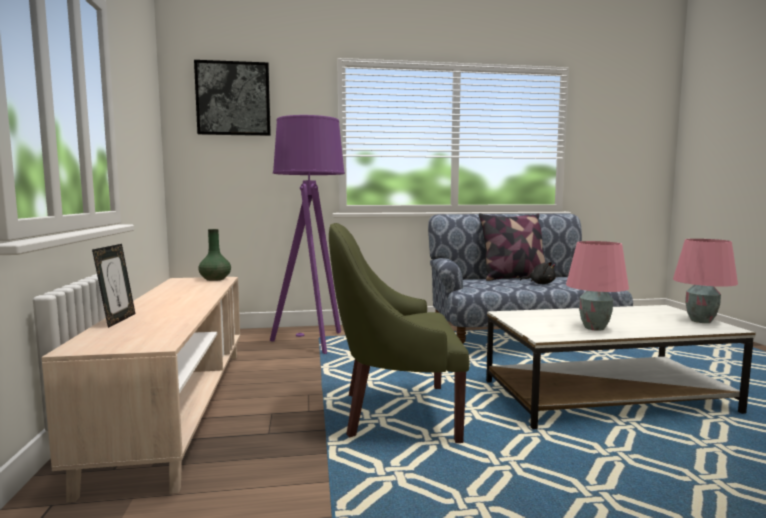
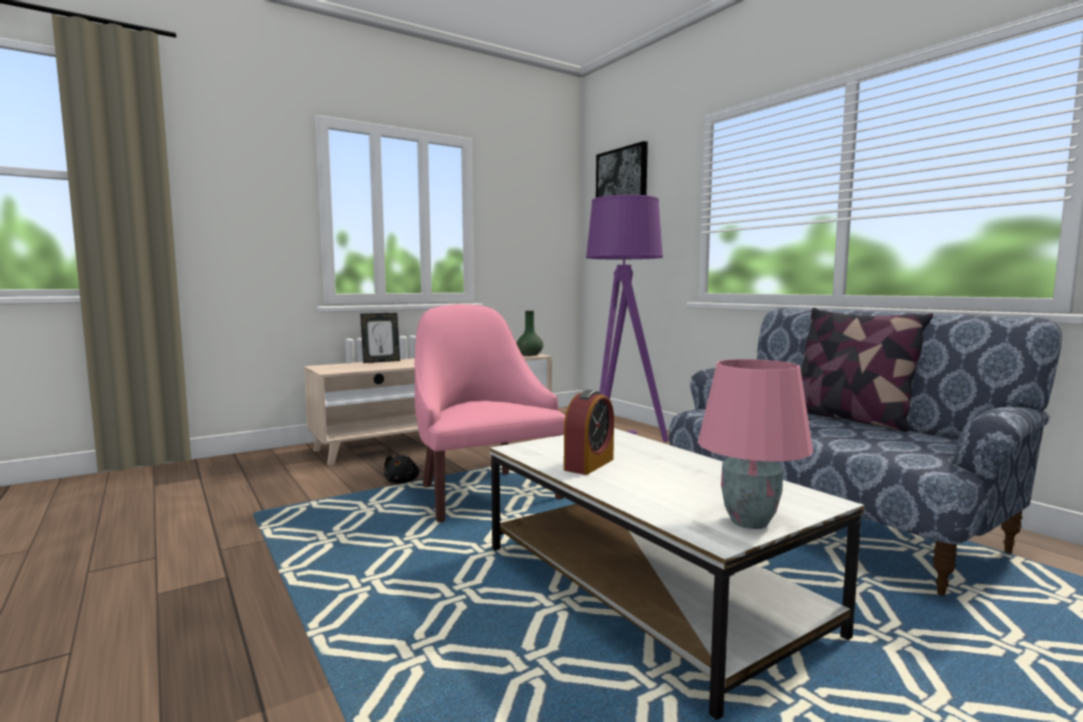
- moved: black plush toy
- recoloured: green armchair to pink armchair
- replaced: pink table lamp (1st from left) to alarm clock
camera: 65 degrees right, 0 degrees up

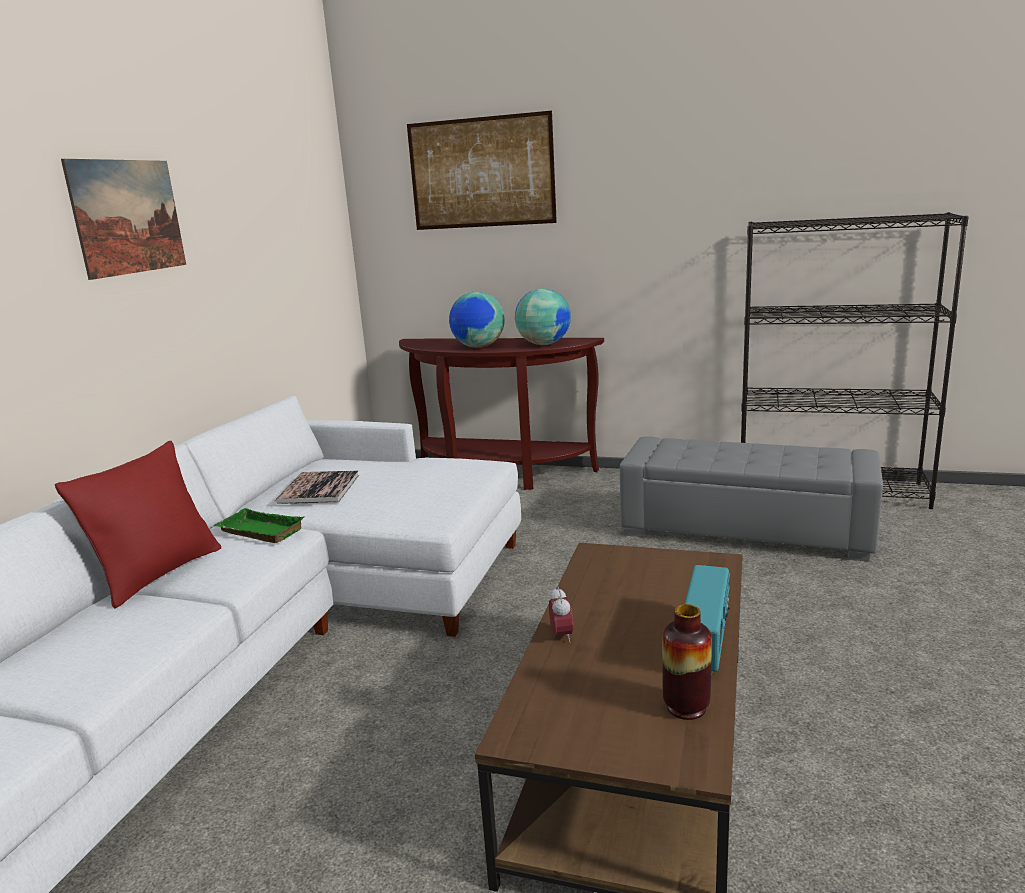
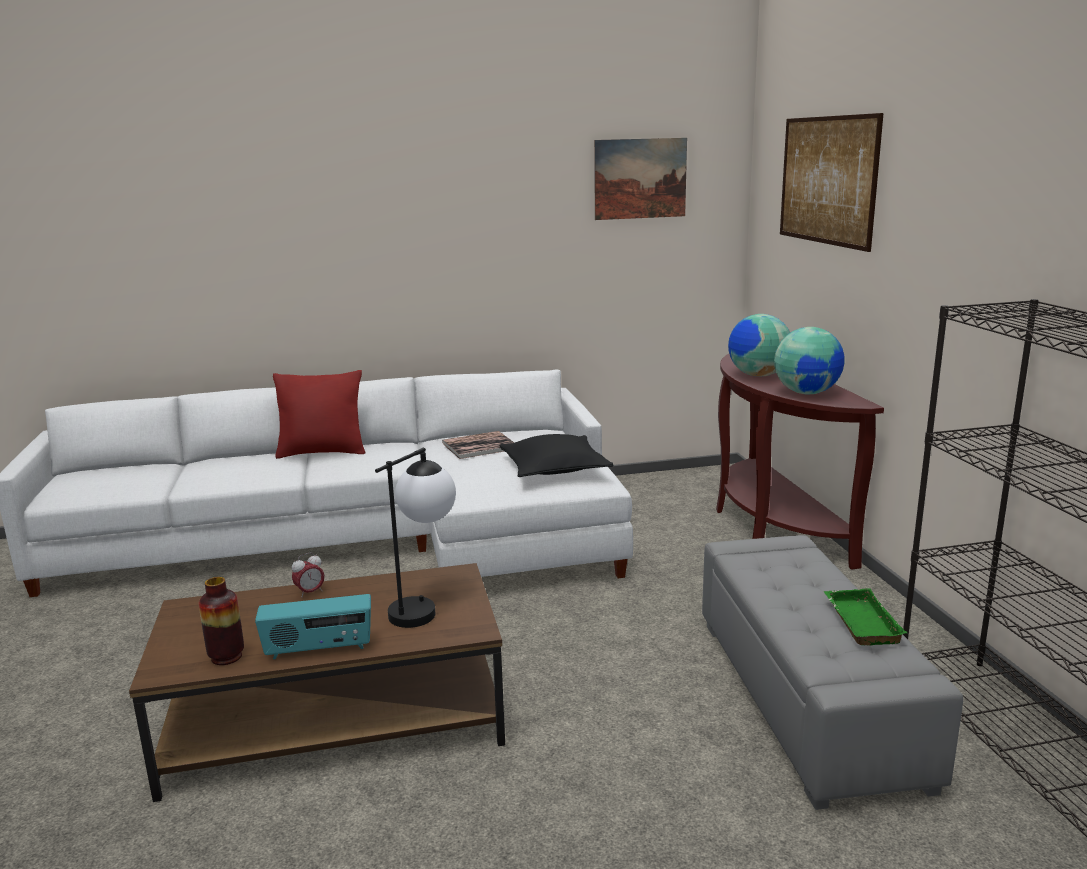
- added: table lamp
- added: black pillow
- moved: picture (1st from left)
- moved: green tray
camera: 60 degrees right, 0 degrees up

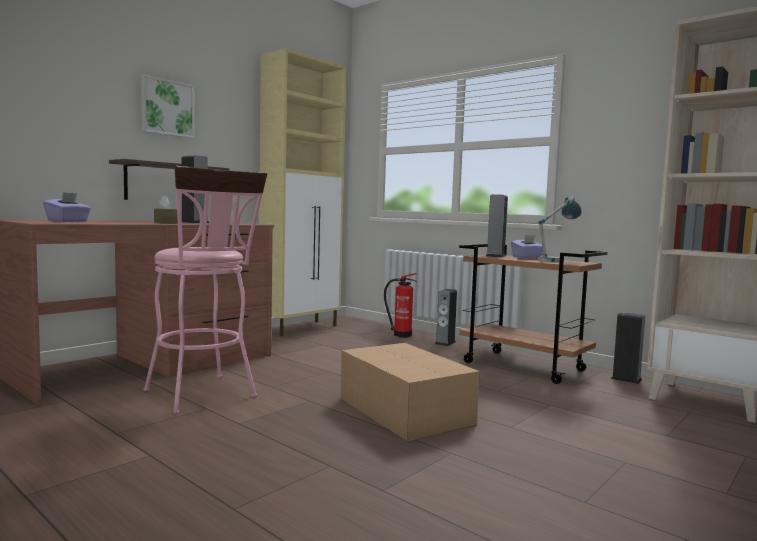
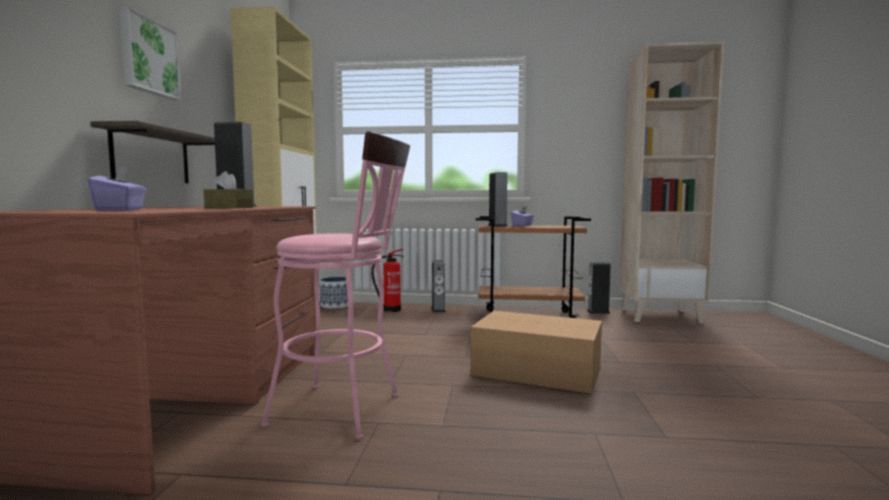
- added: planter
- removed: table lamp
camera: 35 degrees left, 0 degrees up

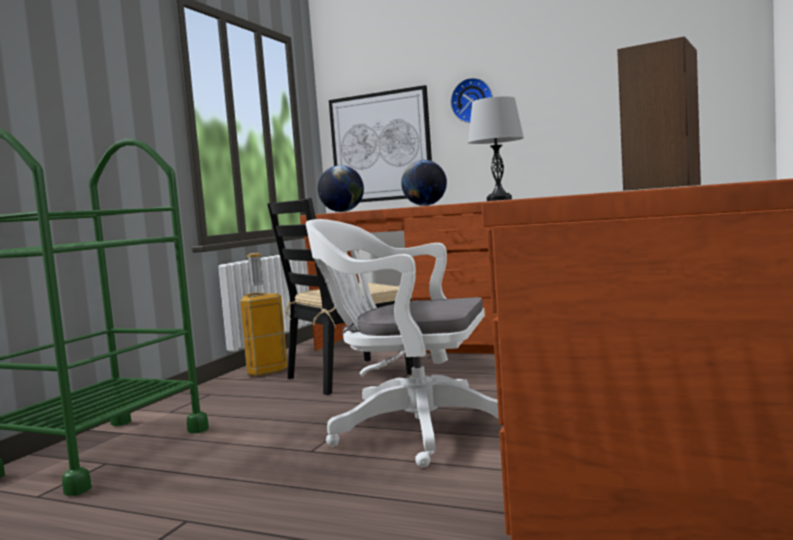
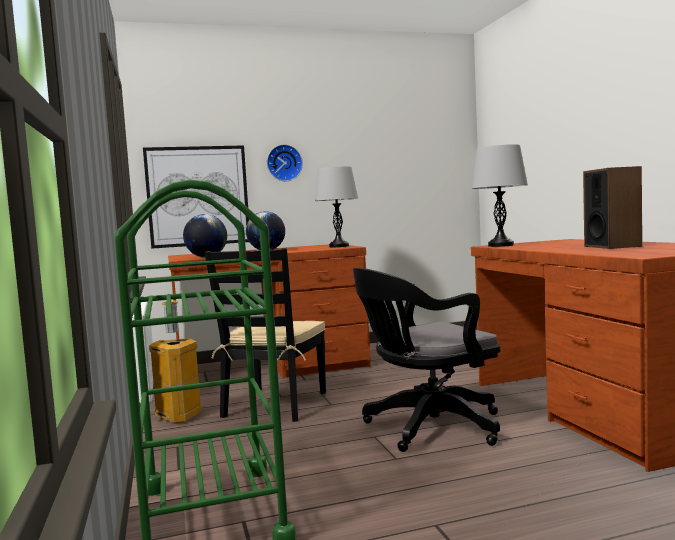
- recoloured: white office chair to black office chair
- added: grey table lamp (2nd from left)
camera: 40 degrees left, 0 degrees up

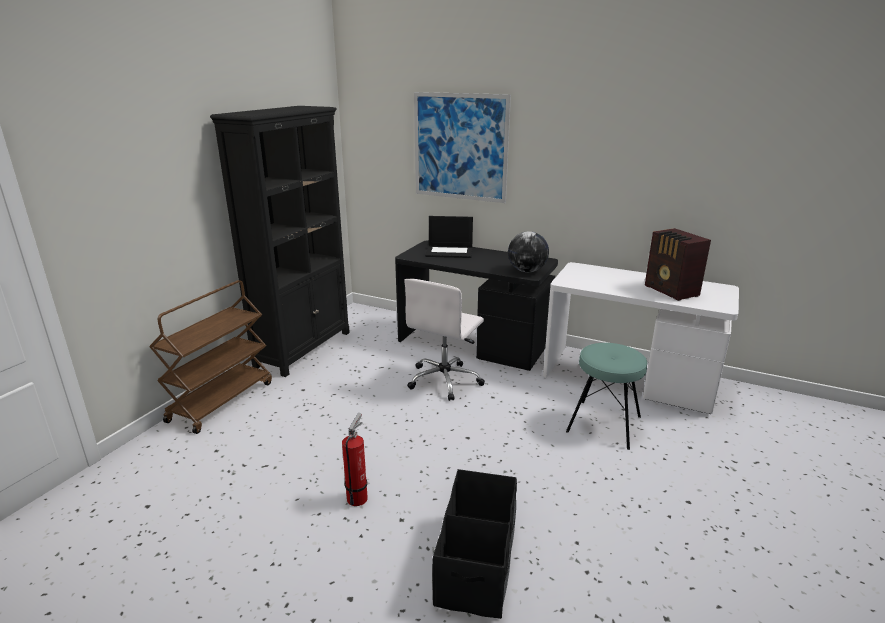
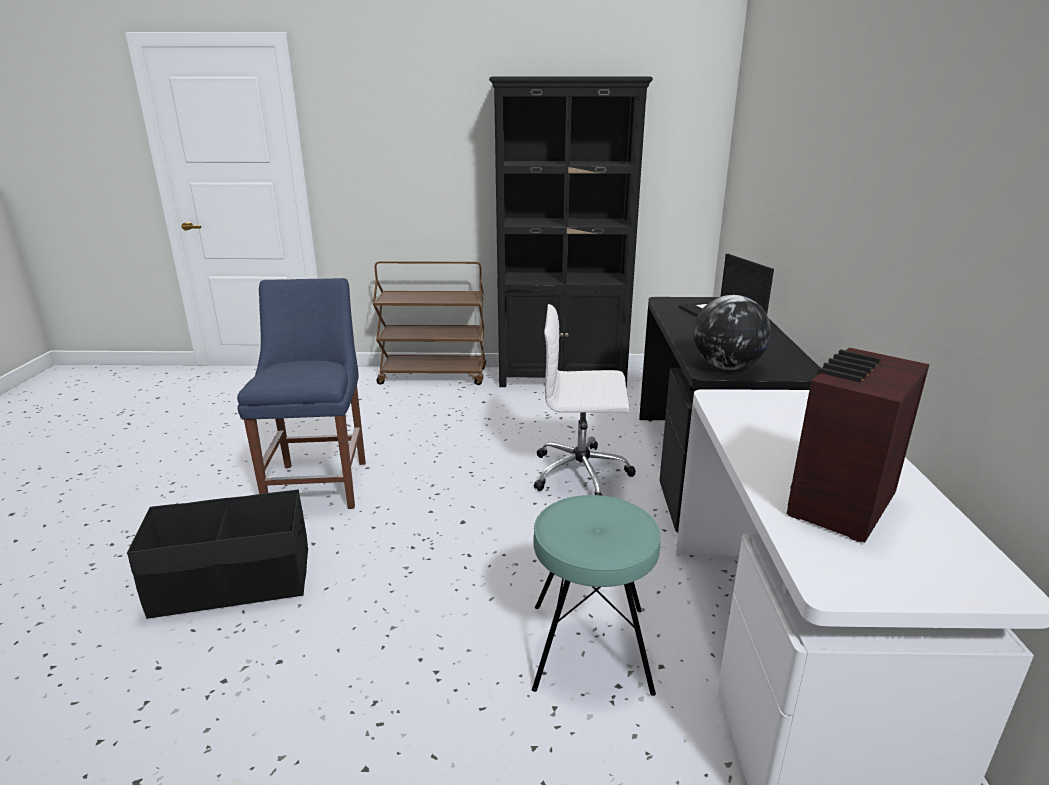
- replaced: fire extinguisher to blue chair
- removed: picture
camera: 65 degrees right, 0 degrees up

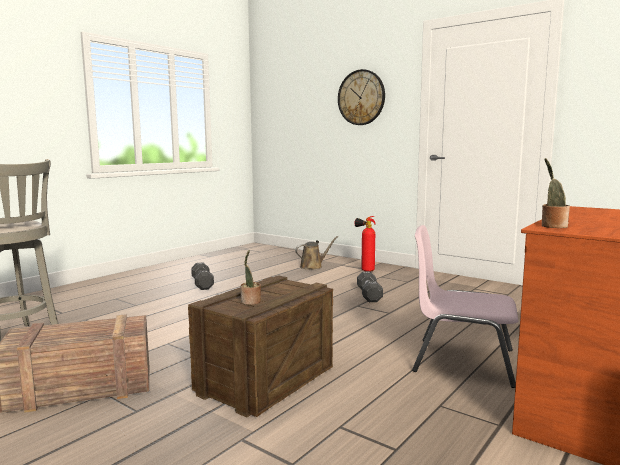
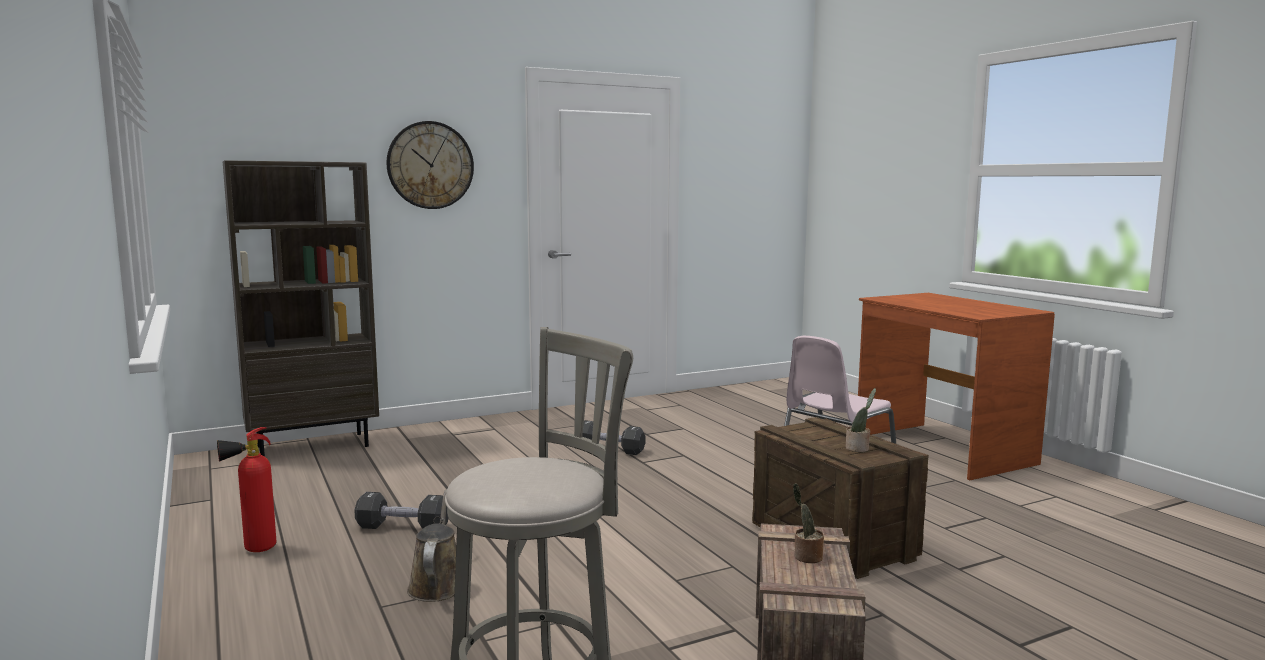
- moved: fire extinguisher
- added: brown bookcase
- moved: brown watering can
- moved: potted plant (2nd from left in the first image) to potted plant (1st from left)
camera: 65 degrees left, 0 degrees up

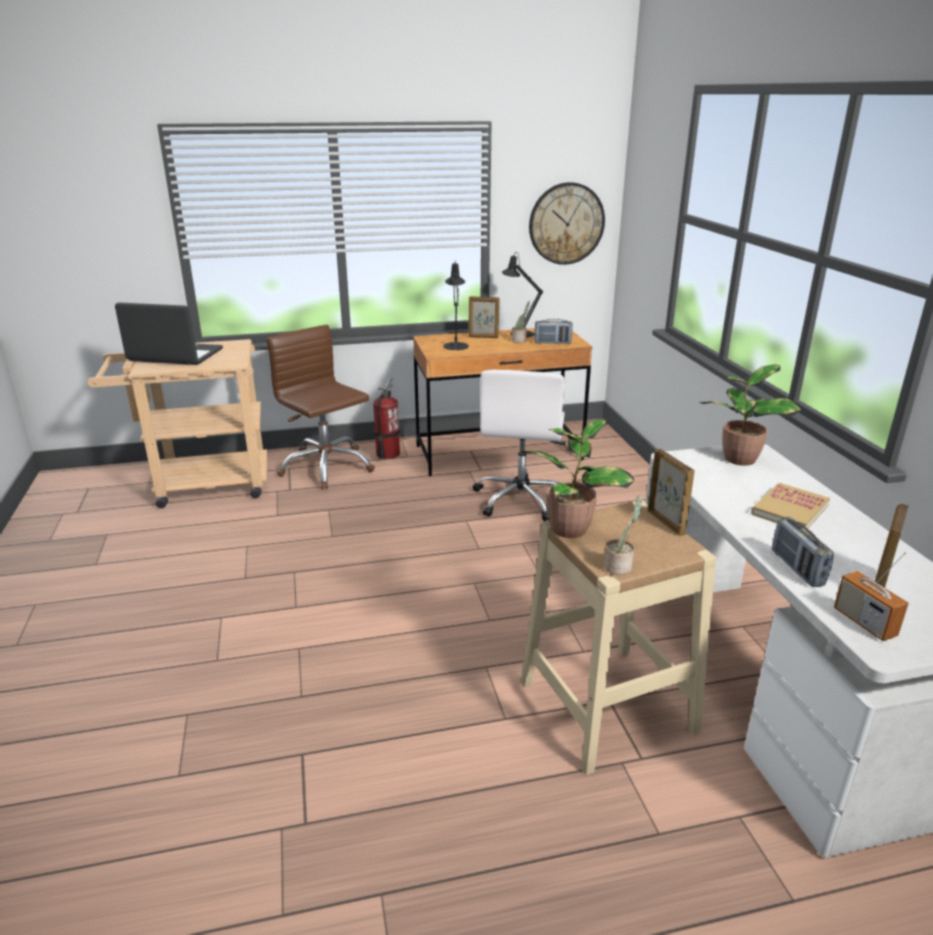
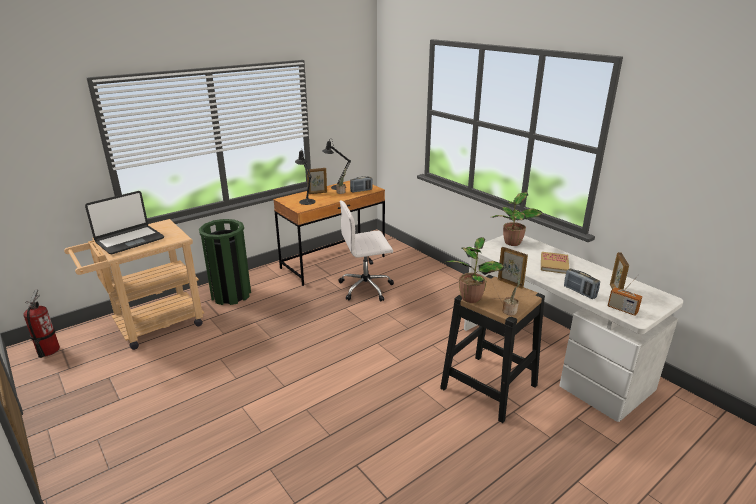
- moved: fire extinguisher
- turned: laptop 150 degrees clockwise
- replaced: brown office chair to green trash can
- turned: white office chair 90 degrees clockwise
- recoloured: beige stool to black stool
- removed: wall clock
camera: 25 degrees left, 0 degrees up

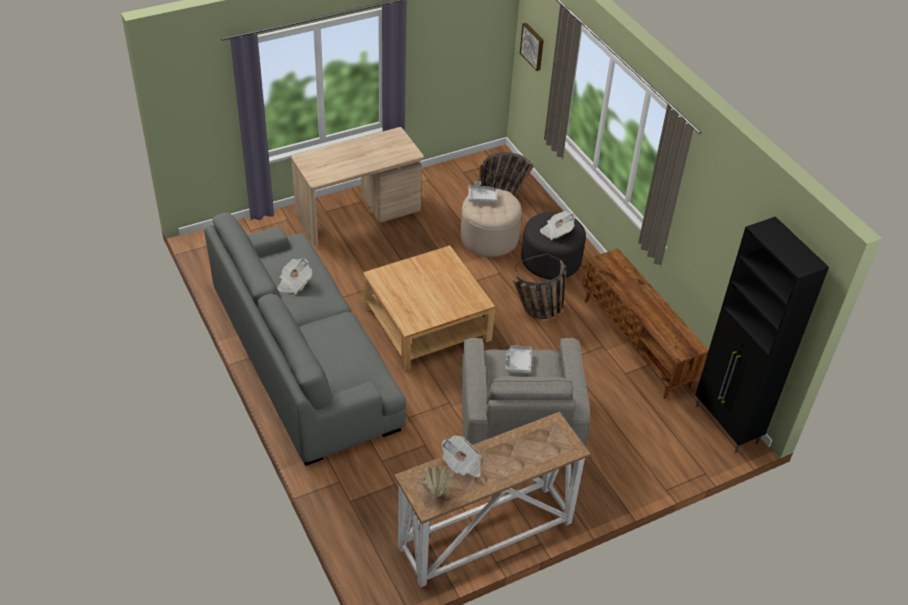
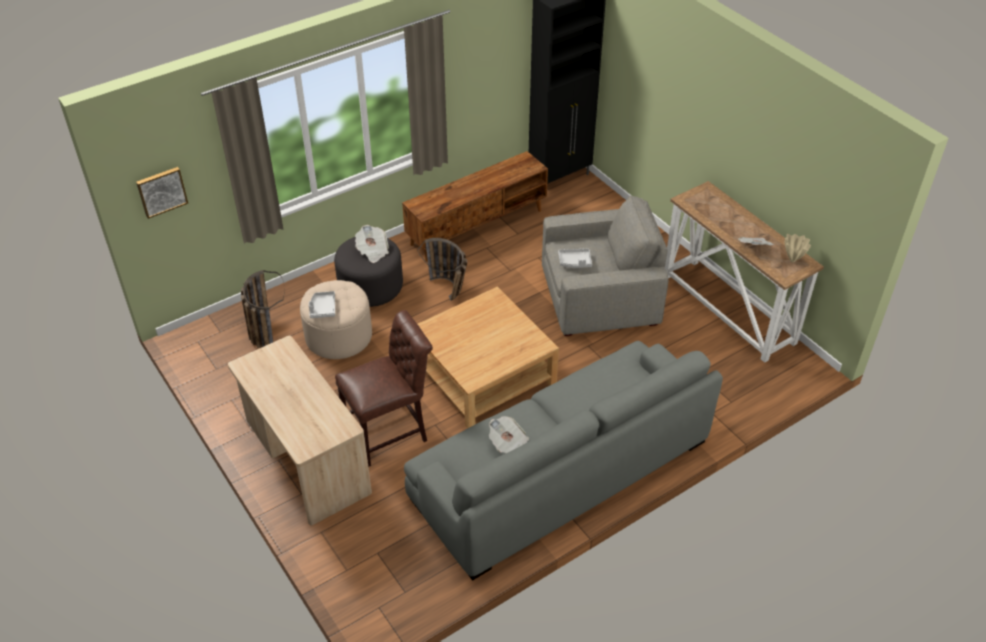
- added: brown chair
camera: 95 degrees left, 0 degrees up

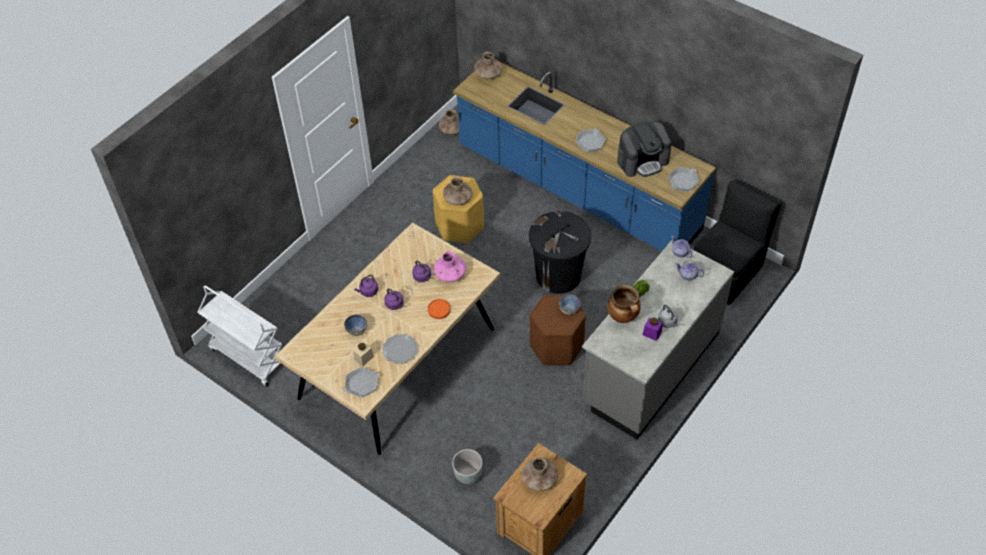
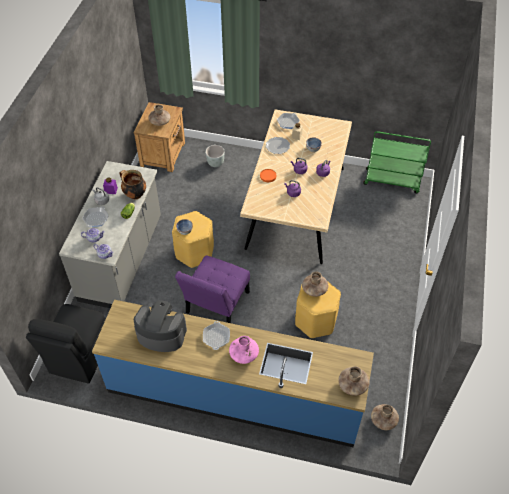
- moved: frying pan (3rd from left in the first image) to frying pan (1st from left)
- turned: coffee machine 60 degrees clockwise
- recoloured: brown stool to yellow stool (1st from left)
- replaced: black trash can to purple chair
- moved: pink vase
- recoloured: white cart to green cart
camera: 155 degrees right, 0 degrees up

